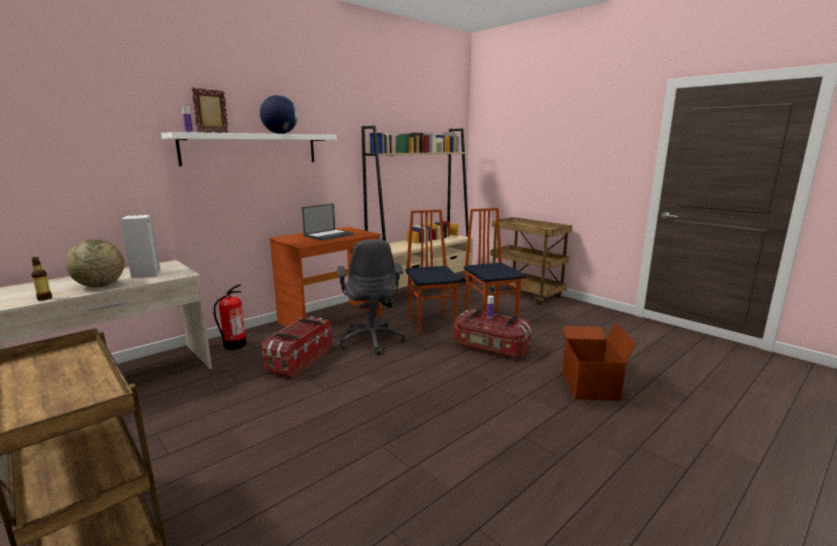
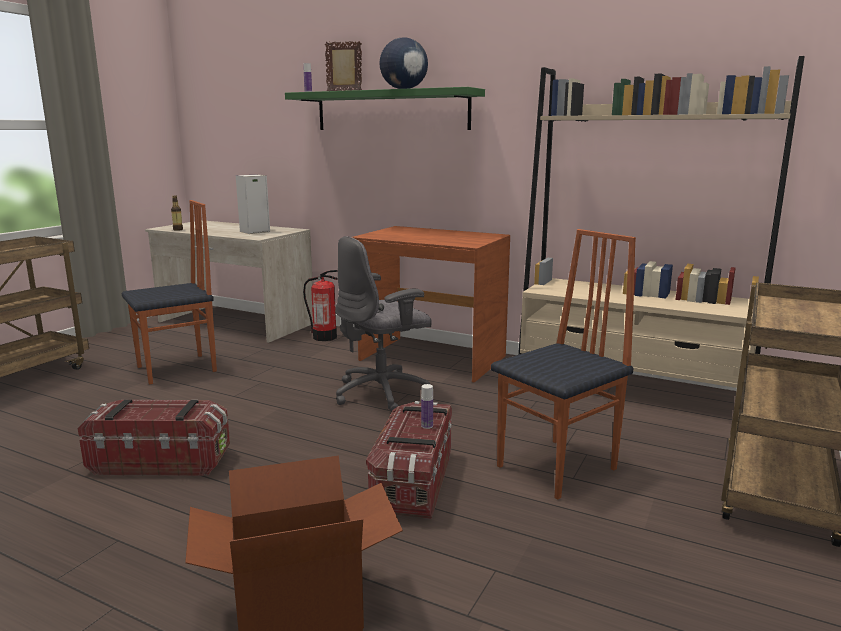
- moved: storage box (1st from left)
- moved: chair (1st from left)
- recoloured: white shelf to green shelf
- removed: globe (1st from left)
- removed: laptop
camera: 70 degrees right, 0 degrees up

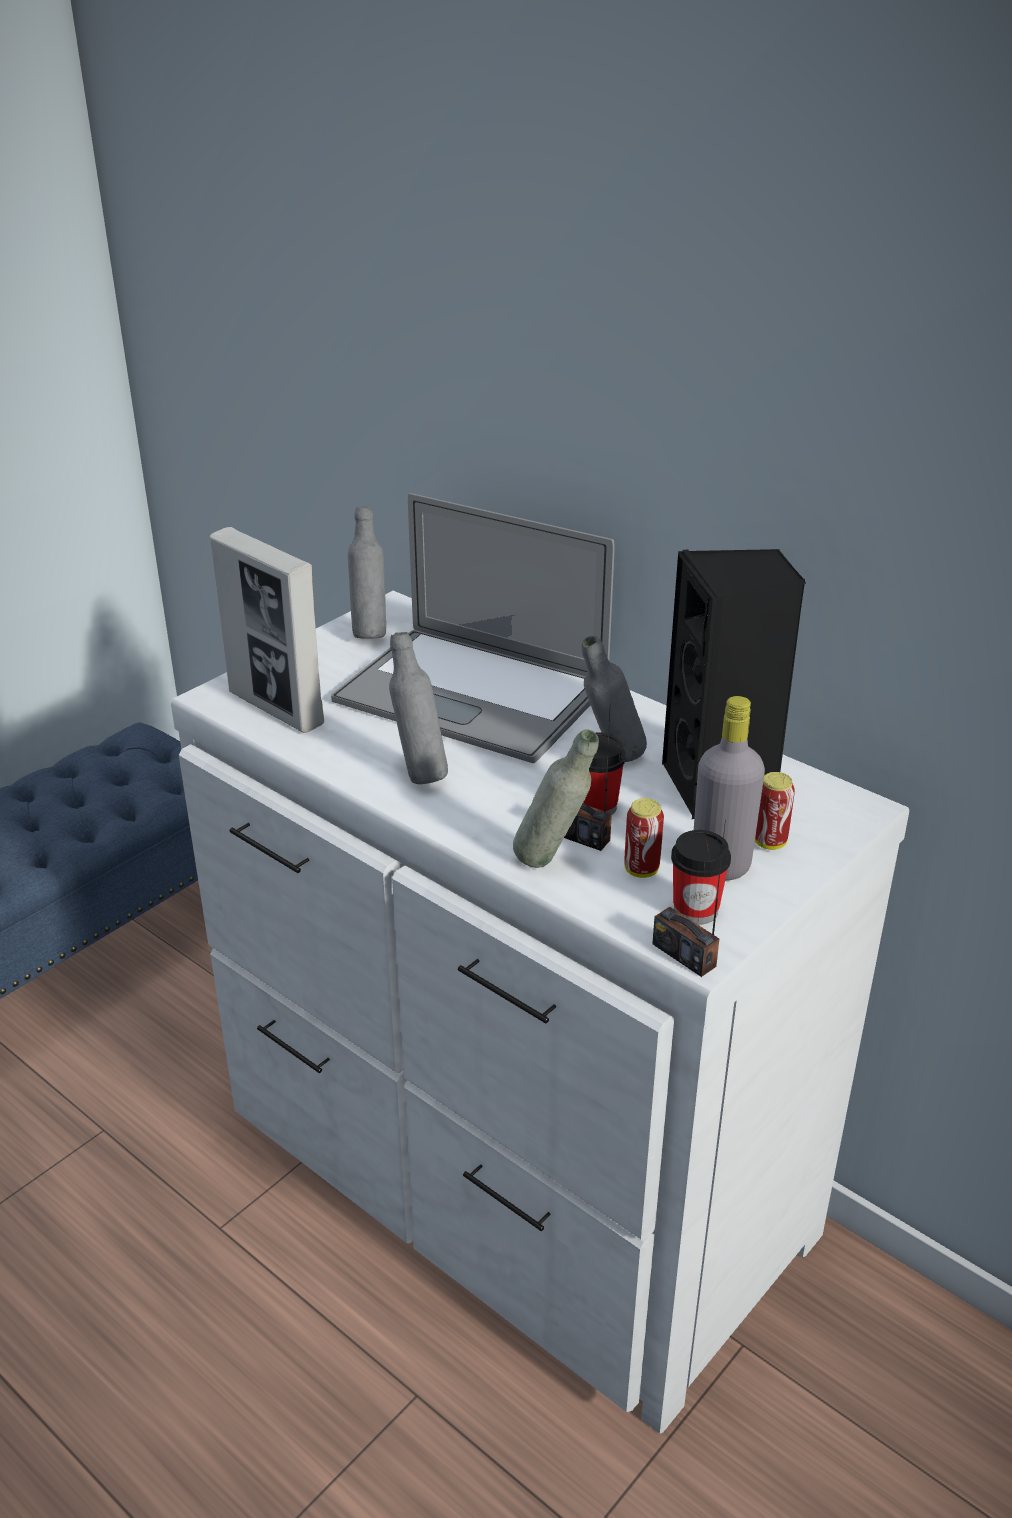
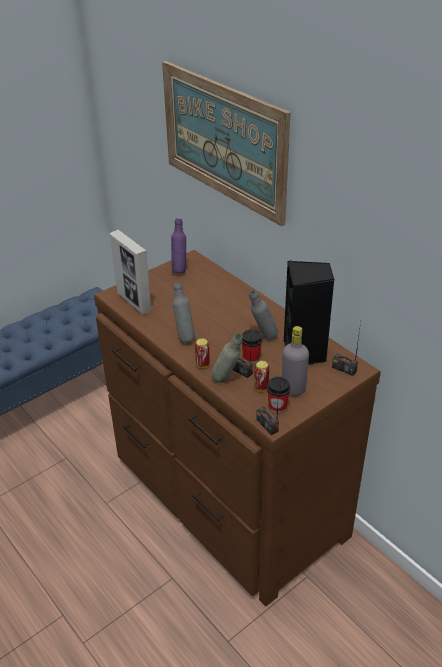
- recoloured: white dresser to brown dresser
- added: picture
- recoloured: grey bottle (1st from left) to purple bottle
- moved: can (2nd from left in the first image) to can (1st from left)
- added: radio (3rd from left)
- removed: laptop
camera: 10 degrees right, 5 degrees up

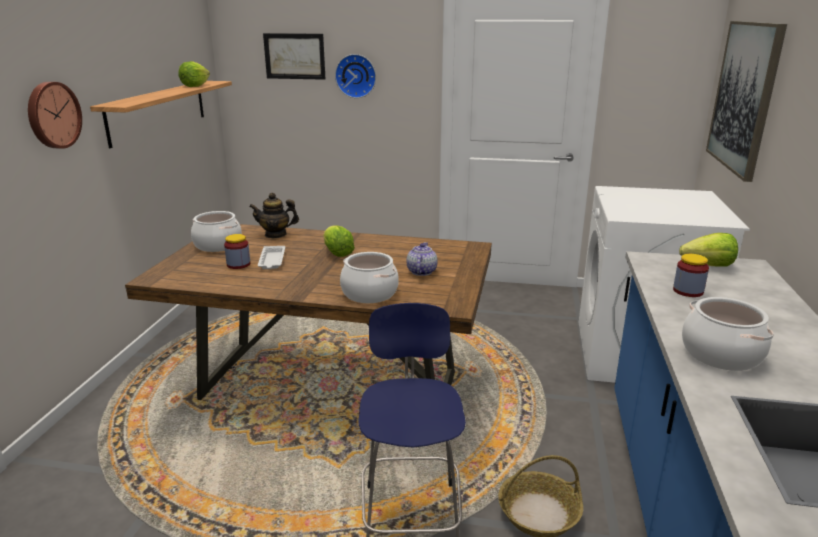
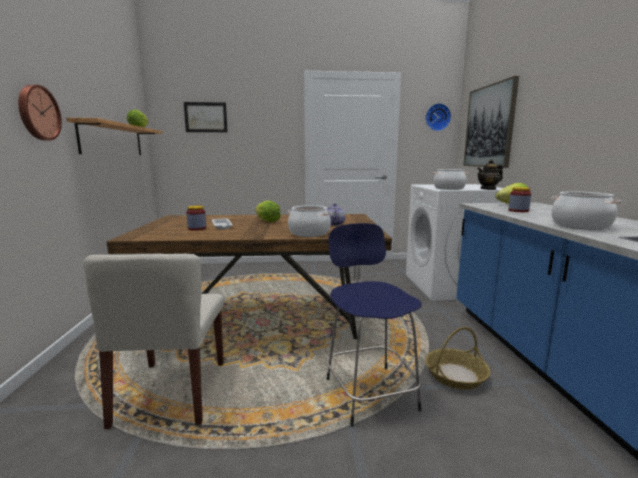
- added: beige chair
- moved: wall clock (2nd from left)
- moved: cooking pot (1st from left in the first image) to cooking pot (2nd from left)
- moved: teapot (1st from left in the first image) to teapot (2nd from left)
camera: 15 degrees left, 10 degrees down

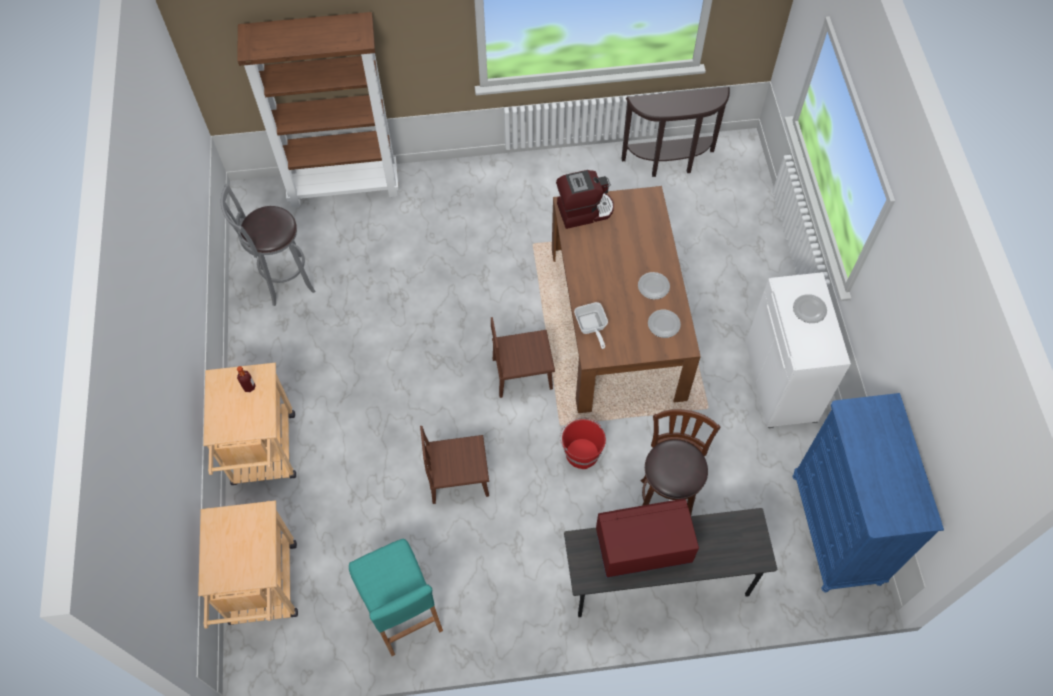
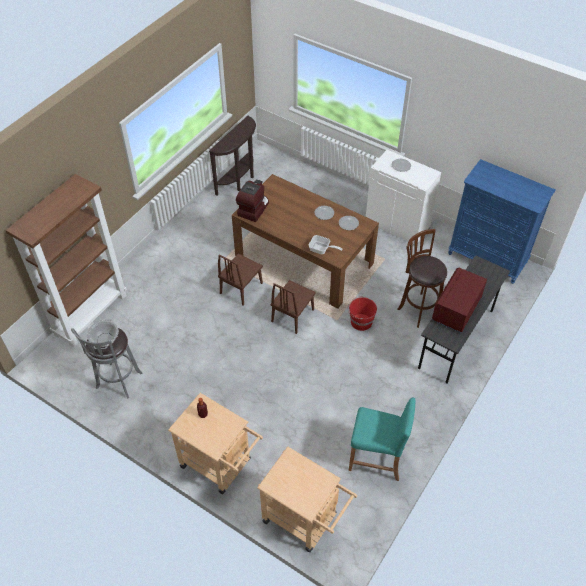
- added: cooking pot
- moved: brown chair (1st from left)
camera: 50 degrees left, 10 degrees down

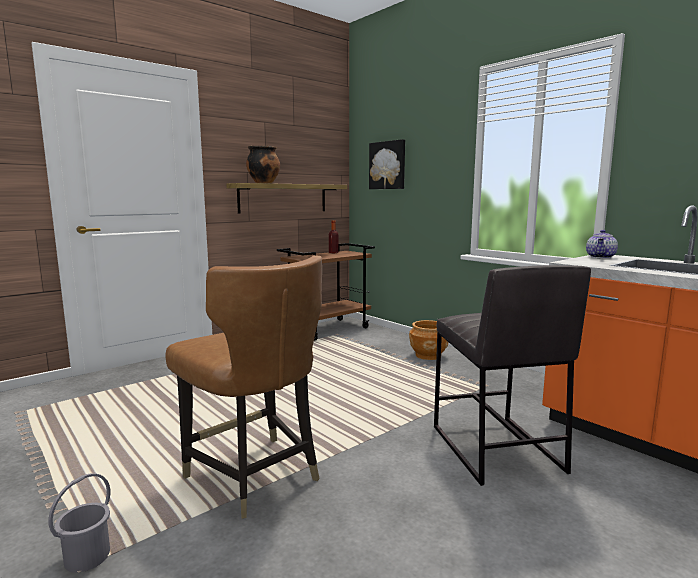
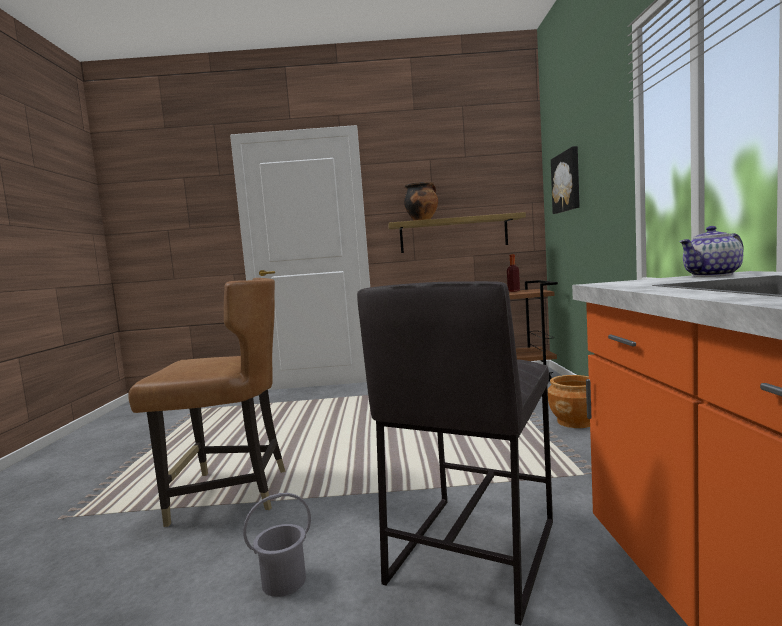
- turned: brown chair 90 degrees counterclockwise
- moved: grey bucket
camera: 40 degrees right, 5 degrees down

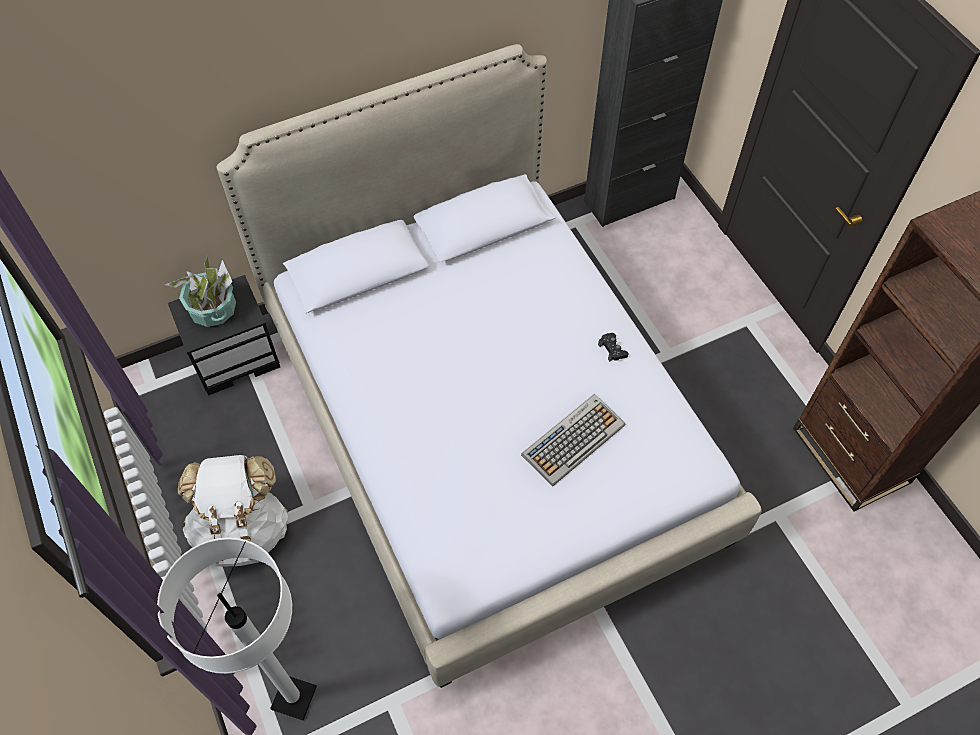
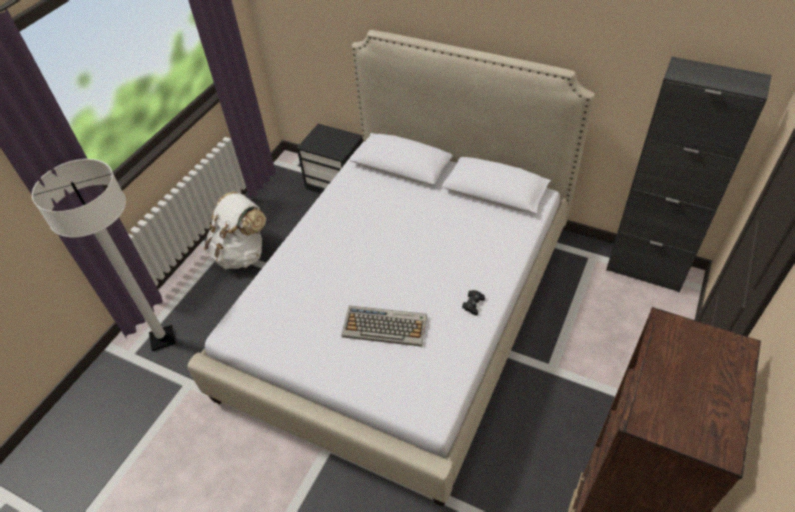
- removed: potted plant
camera: 55 degrees right, 10 degrees down

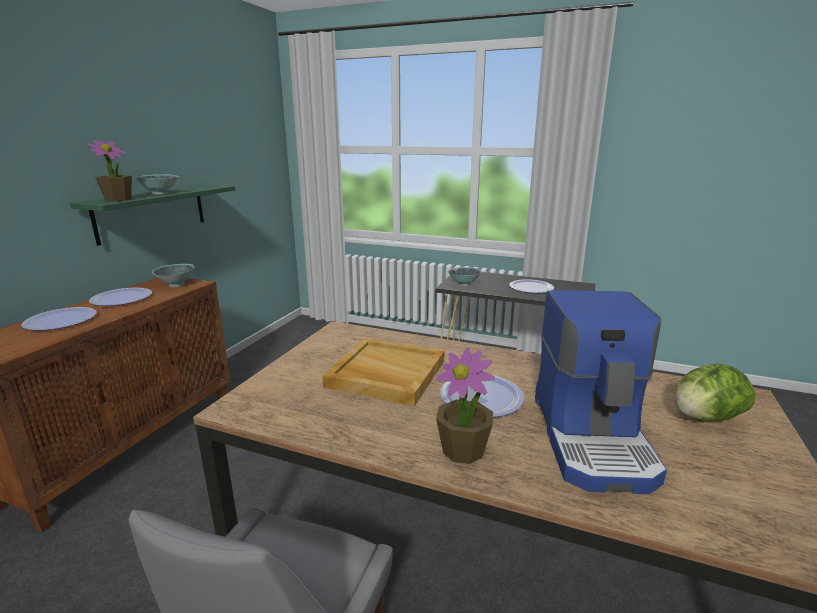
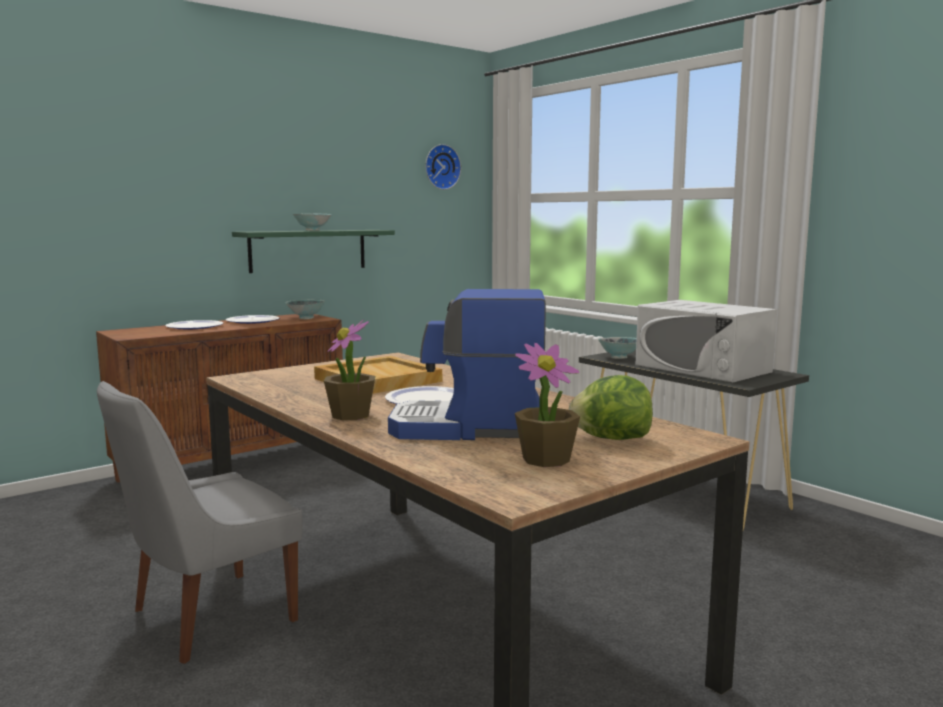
- turned: coffee machine 60 degrees clockwise
- added: wall clock
- moved: potted plant (1st from left in the first image) to potted plant (2nd from left)
- replaced: plate (4th from left) to white microwave
camera: 30 degrees right, 10 degrees down

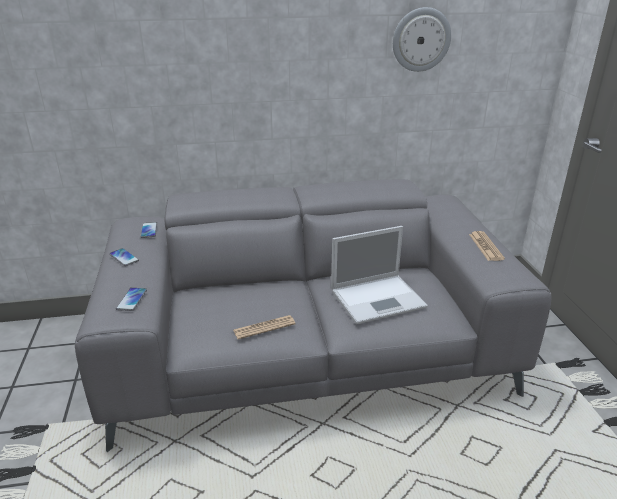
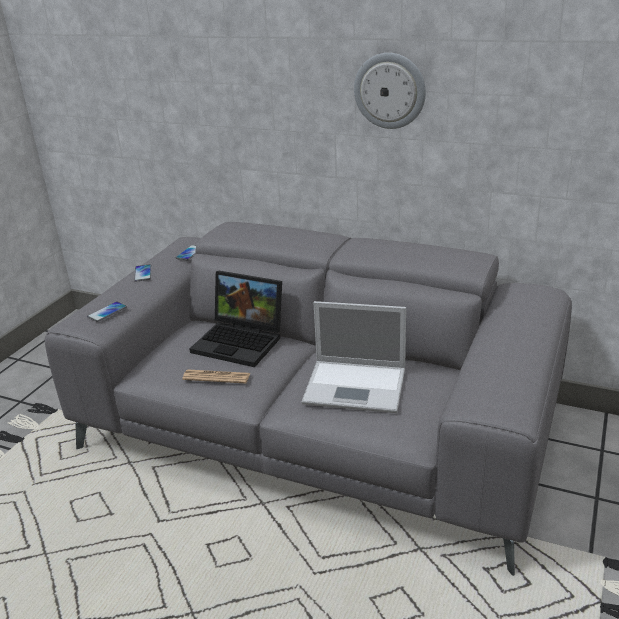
- added: laptop (1st from left)
- moved: wall clock
- removed: newspaper (2nd from left)
camera: 35 degrees right, 0 degrees up

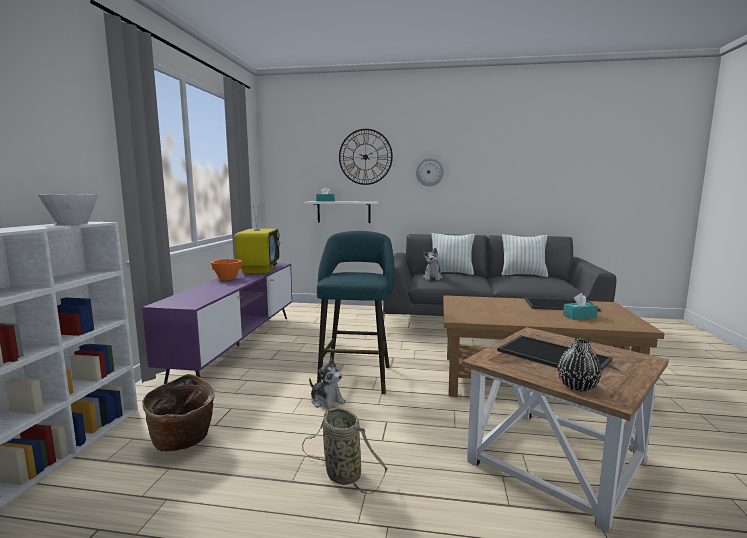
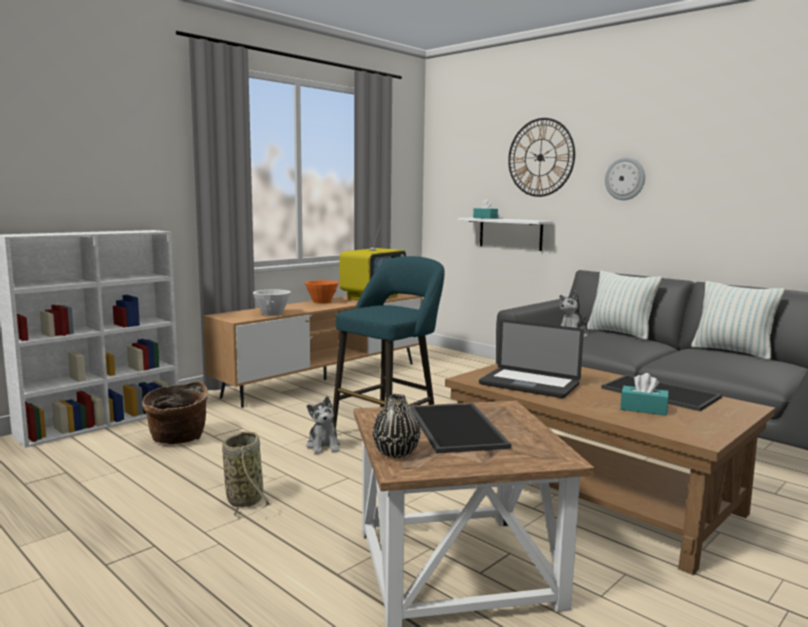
- recoloured: purple tv stand to brown tv stand
- moved: white bowl
- added: laptop
camera: 35 degrees right, 0 degrees up

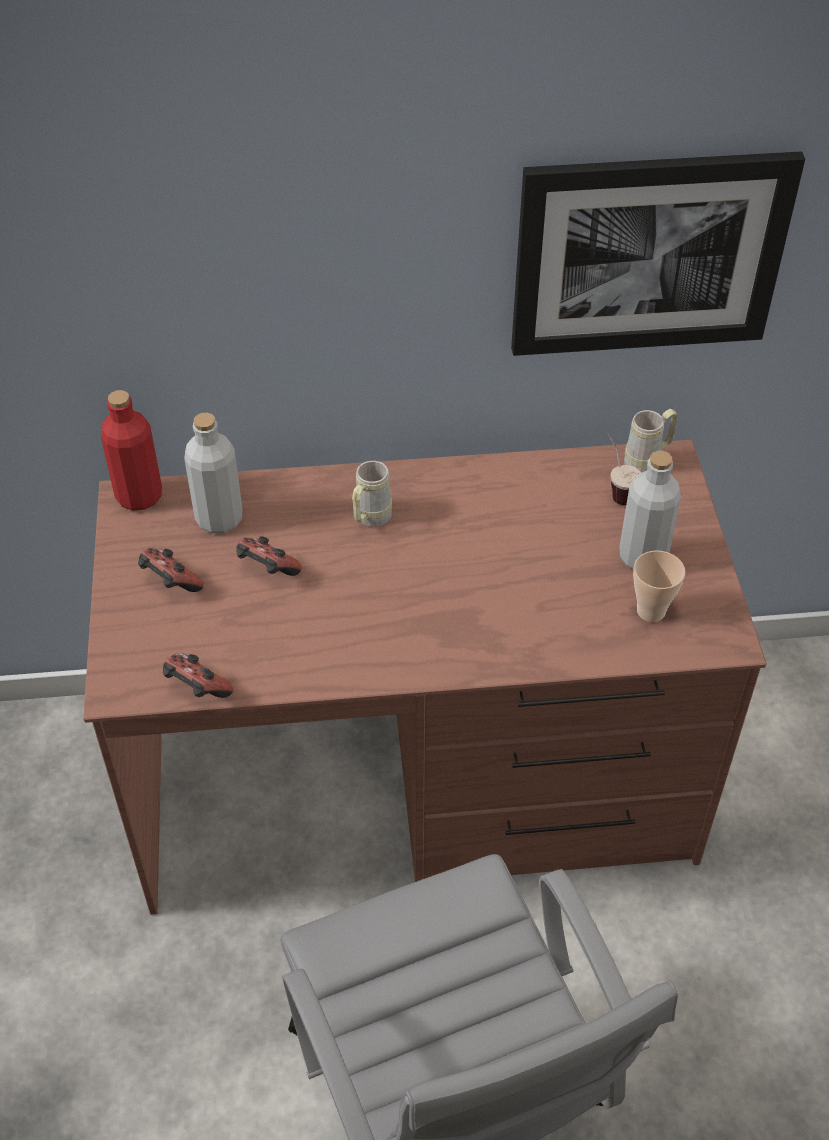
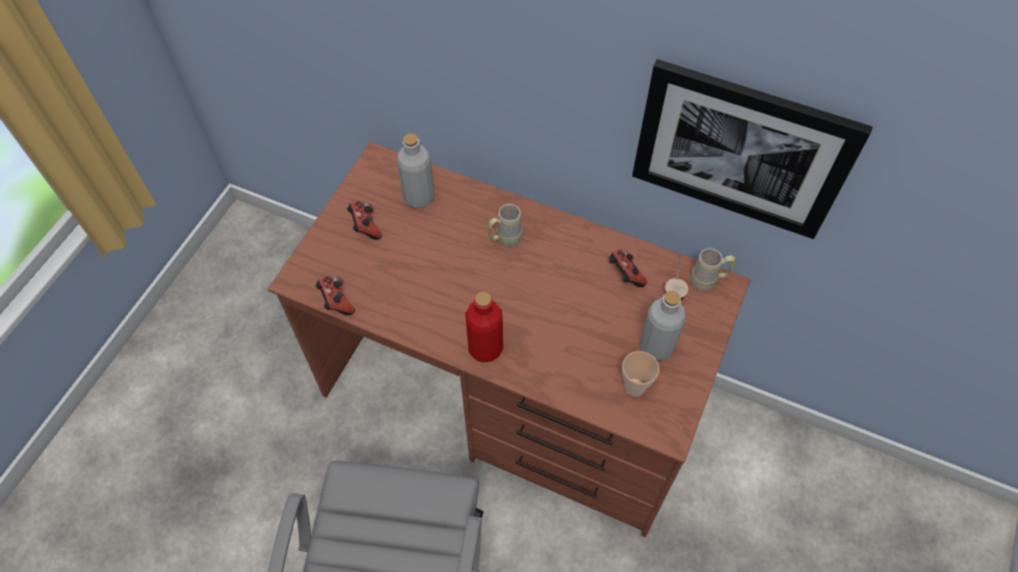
- moved: red bottle
- moved: game controller (3rd from left)
camera: 30 degrees right, 10 degrees up

